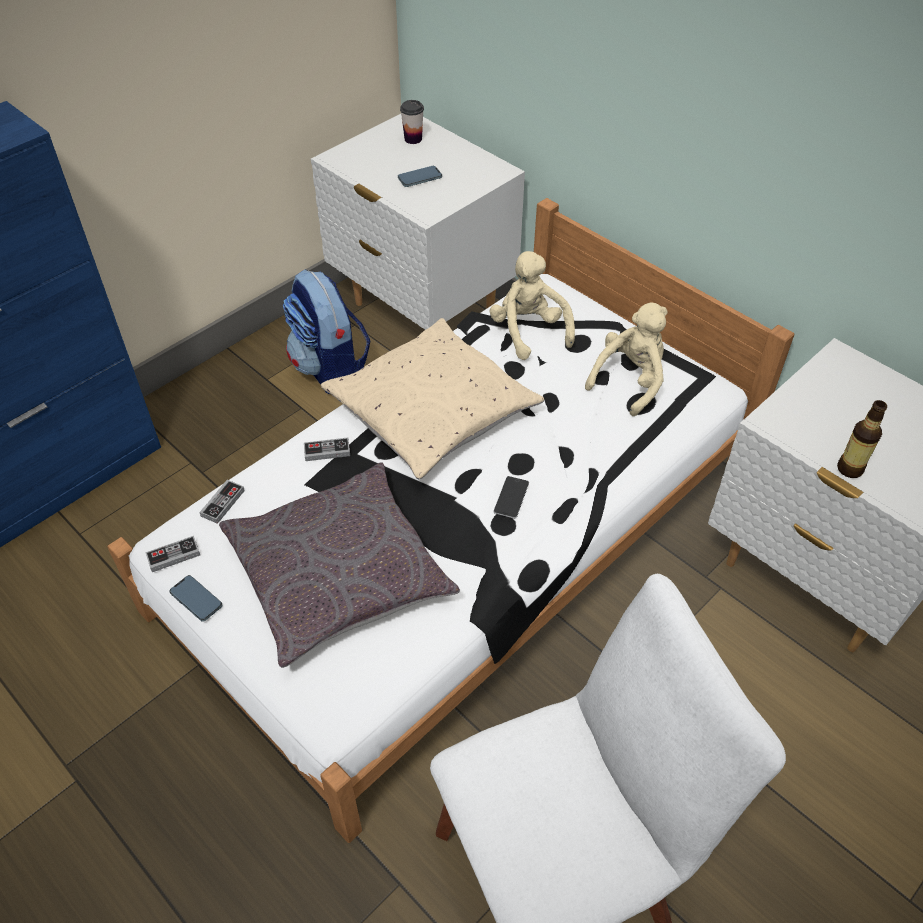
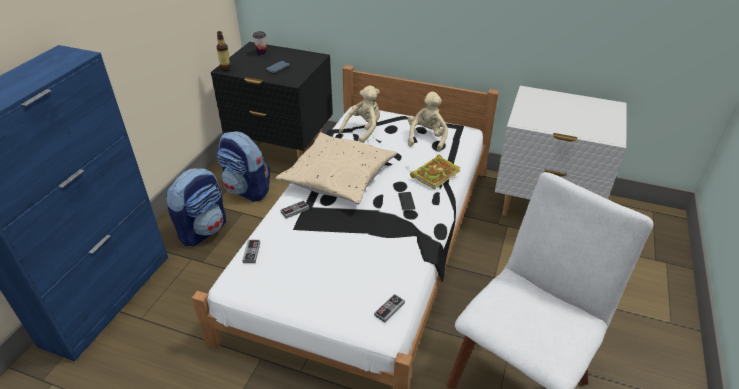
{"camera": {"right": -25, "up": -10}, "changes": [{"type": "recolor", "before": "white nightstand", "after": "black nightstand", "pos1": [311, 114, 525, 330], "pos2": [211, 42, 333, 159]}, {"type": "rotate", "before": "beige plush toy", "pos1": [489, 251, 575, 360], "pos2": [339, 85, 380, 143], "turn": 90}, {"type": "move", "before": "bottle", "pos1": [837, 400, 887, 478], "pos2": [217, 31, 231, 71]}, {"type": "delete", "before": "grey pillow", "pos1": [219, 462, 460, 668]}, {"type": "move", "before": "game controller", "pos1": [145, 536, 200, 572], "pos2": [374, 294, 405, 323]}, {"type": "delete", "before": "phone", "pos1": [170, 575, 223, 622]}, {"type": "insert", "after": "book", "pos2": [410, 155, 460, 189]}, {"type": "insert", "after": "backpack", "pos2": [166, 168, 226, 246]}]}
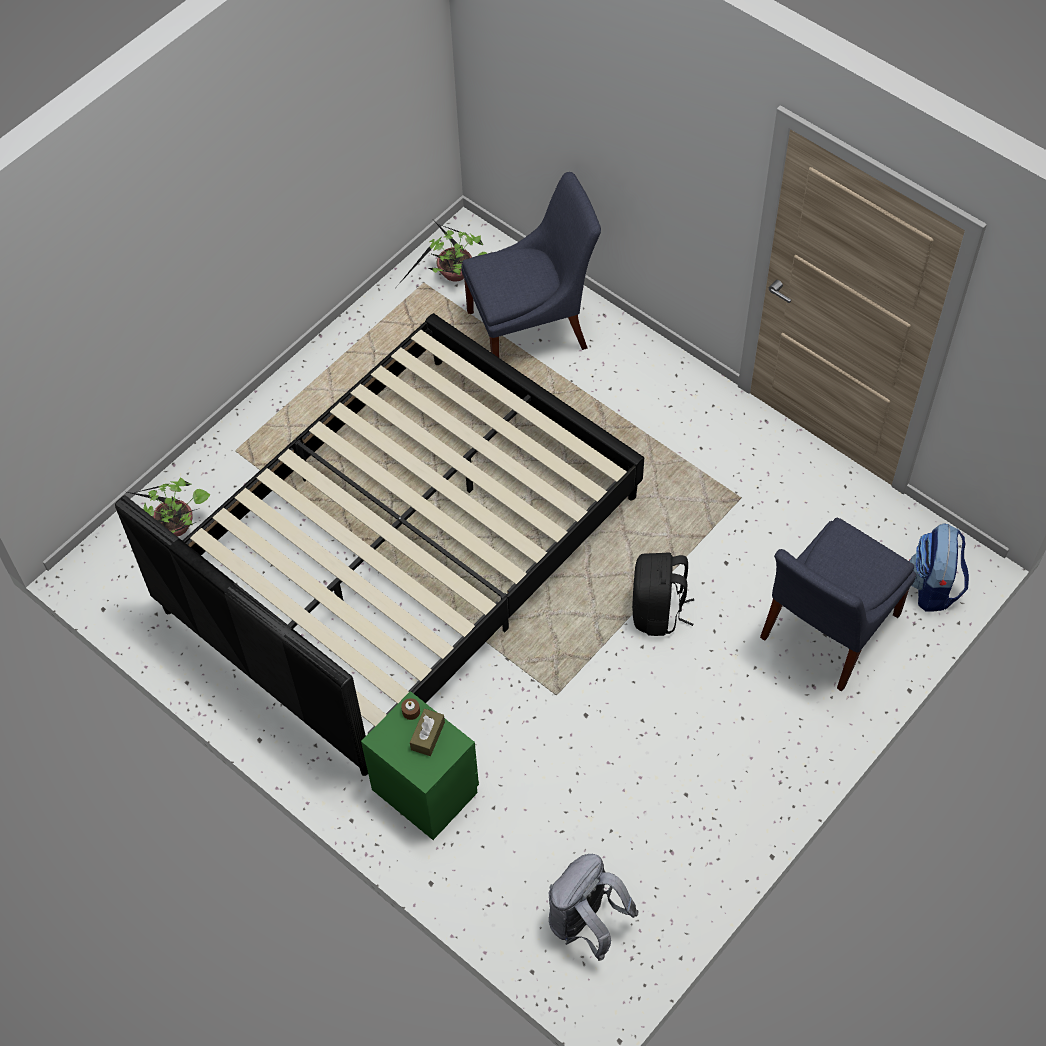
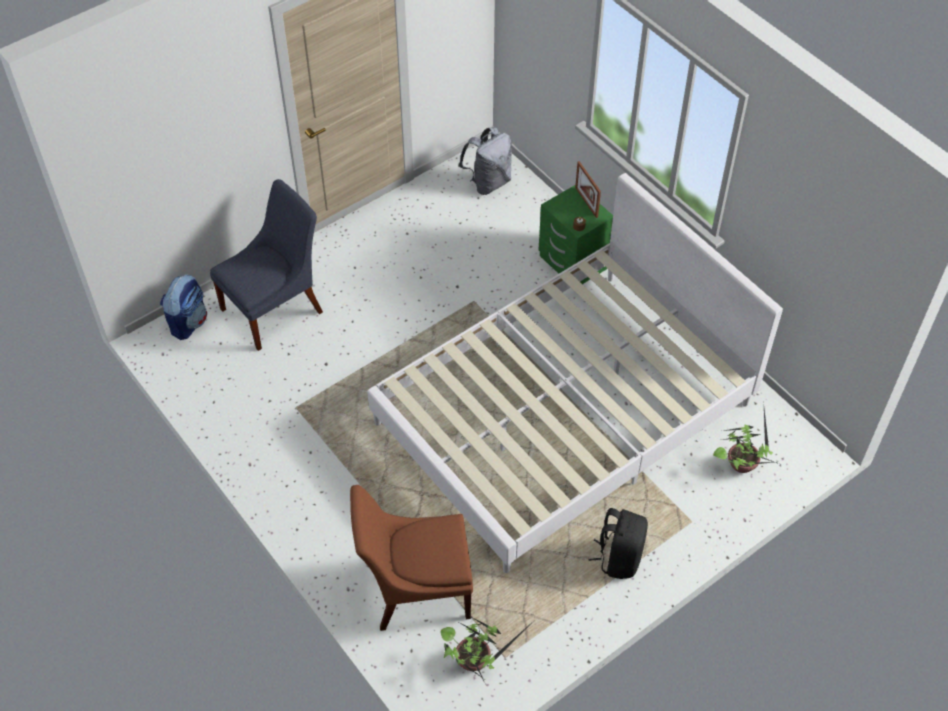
{"camera": {"right": -170, "up": -5}, "changes": [{"type": "recolor", "before": "blue chair", "after": "brown chair", "pos1": [461, 172, 601, 357], "pos2": [350, 485, 473, 631]}, {"type": "recolor", "before": "black bed", "after": "white bed", "pos1": [115, 313, 644, 776], "pos2": [367, 173, 783, 573]}, {"type": "move", "before": "black backpack", "pos1": [632, 552, 694, 636], "pos2": [589, 508, 648, 579]}, {"type": "delete", "before": "brown tissue box", "pos1": [410, 709, 445, 756]}, {"type": "insert", "after": "picture frame", "pos2": [575, 161, 601, 218]}]}
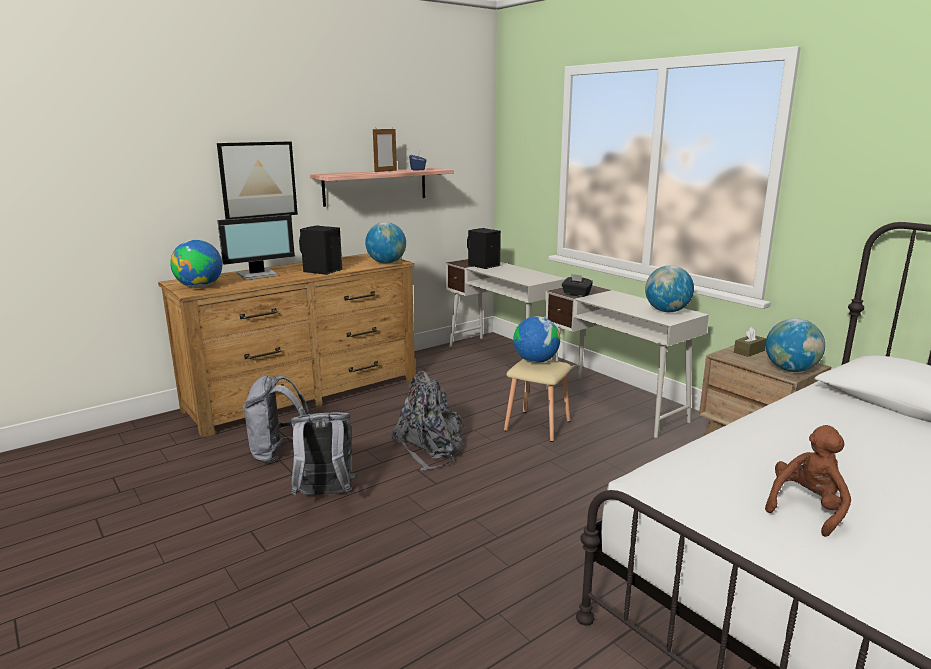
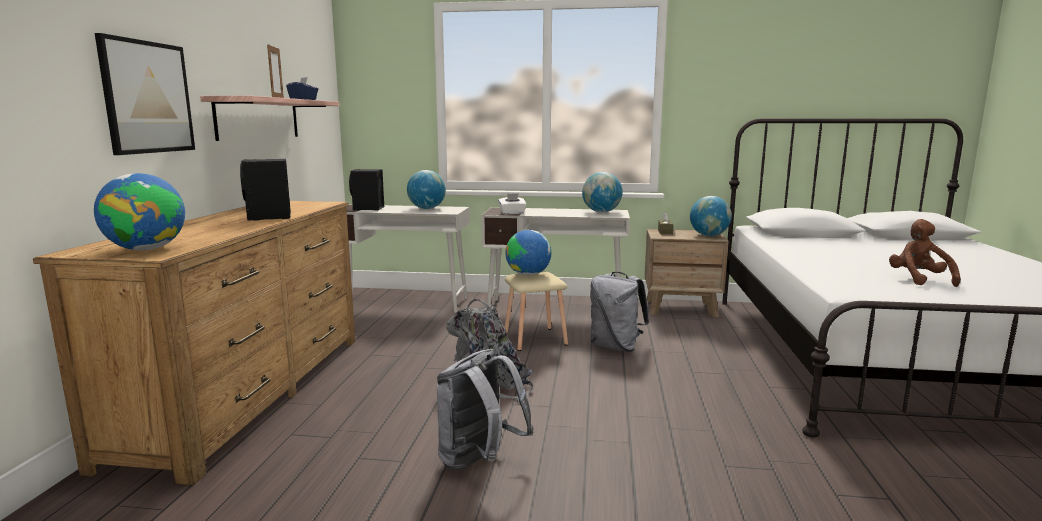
{"camera": {"right": -45, "up": -5}, "changes": [{"type": "delete", "before": "monitor", "pos1": [217, 214, 295, 280]}, {"type": "move", "before": "globe", "pos1": [365, 222, 406, 264], "pos2": [407, 170, 446, 209]}, {"type": "recolor", "before": "black tissue box", "after": "white tissue box", "pos1": [562, 274, 593, 297], "pos2": [498, 194, 527, 214]}, {"type": "move", "before": "grey backpack", "pos1": [243, 375, 309, 463], "pos2": [590, 272, 649, 352]}]}
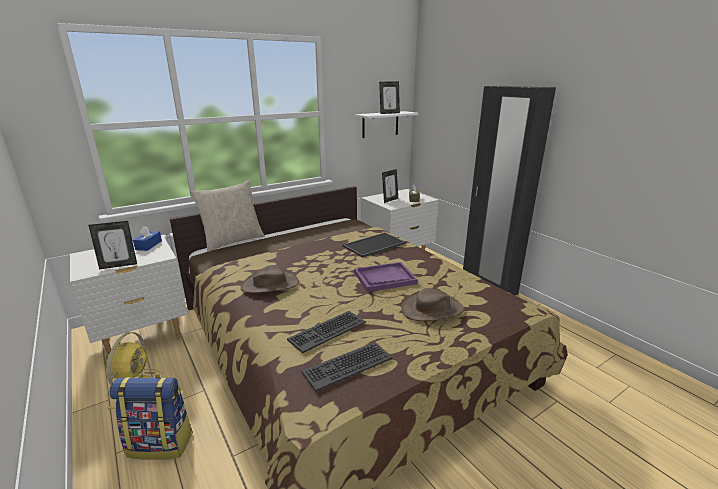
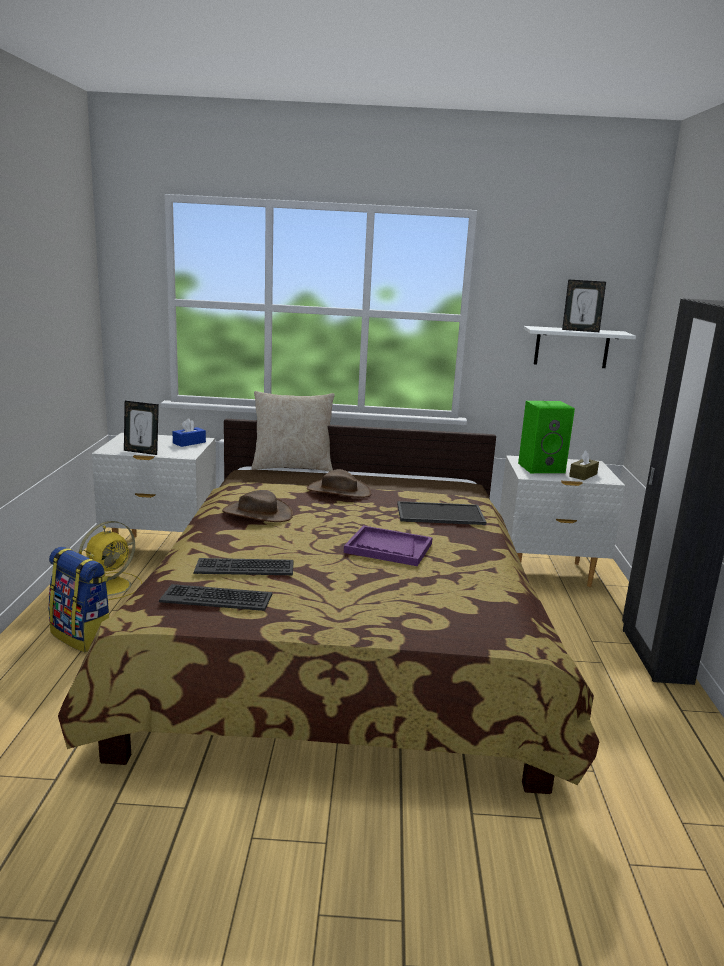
{"camera": {"right": 35, "up": -5}, "changes": [{"type": "replace", "before": "picture frame", "after": "green speaker", "pos1": [382, 169, 398, 203], "pos2": [518, 401, 575, 473]}, {"type": "move", "before": "brown hat", "pos1": [401, 288, 464, 321], "pos2": [307, 469, 372, 498]}]}
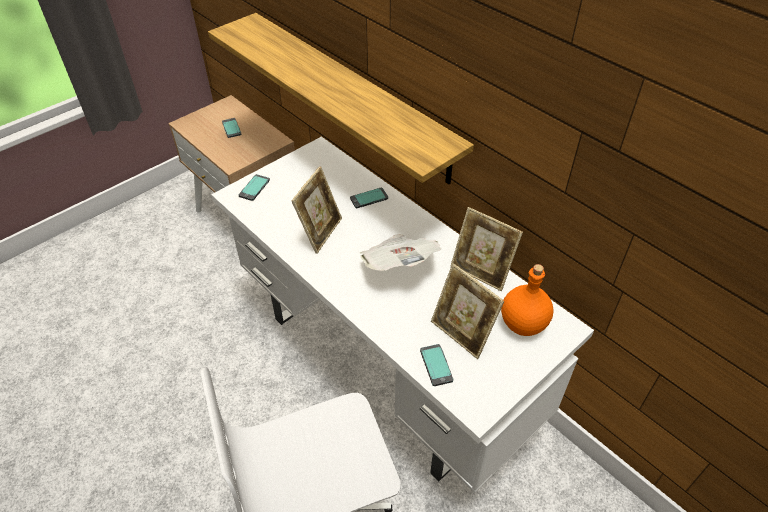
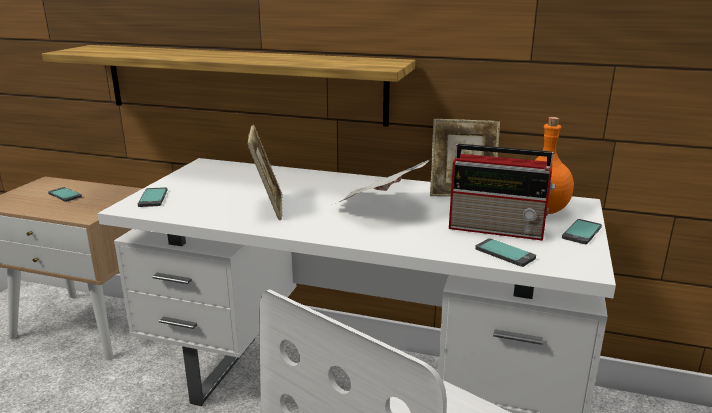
{"camera": {"right": -30, "up": -25}, "changes": [{"type": "move", "before": "phone", "pos1": [350, 187, 388, 208], "pos2": [562, 219, 602, 244]}, {"type": "replace", "before": "picture frame", "after": "radio", "pos1": [431, 263, 504, 359], "pos2": [449, 144, 555, 241]}]}
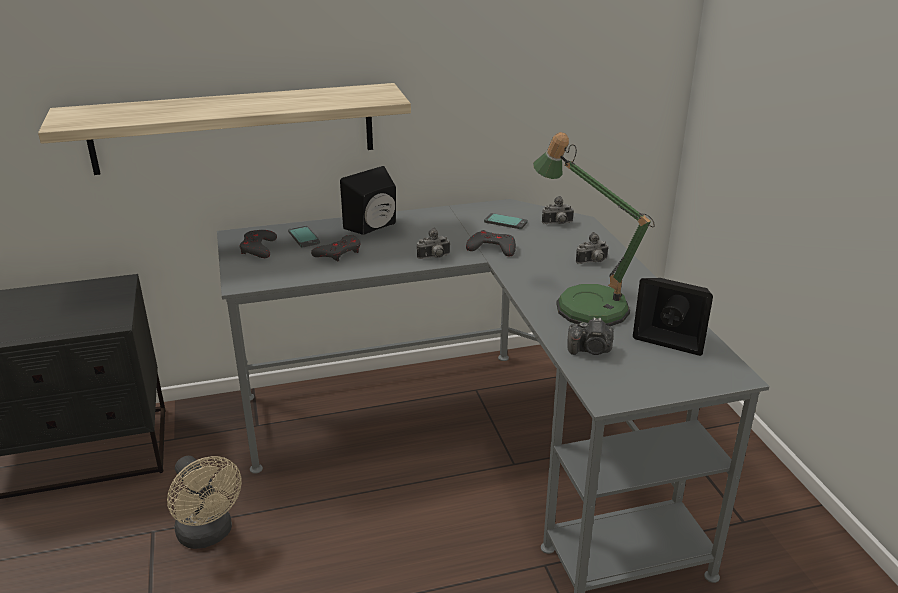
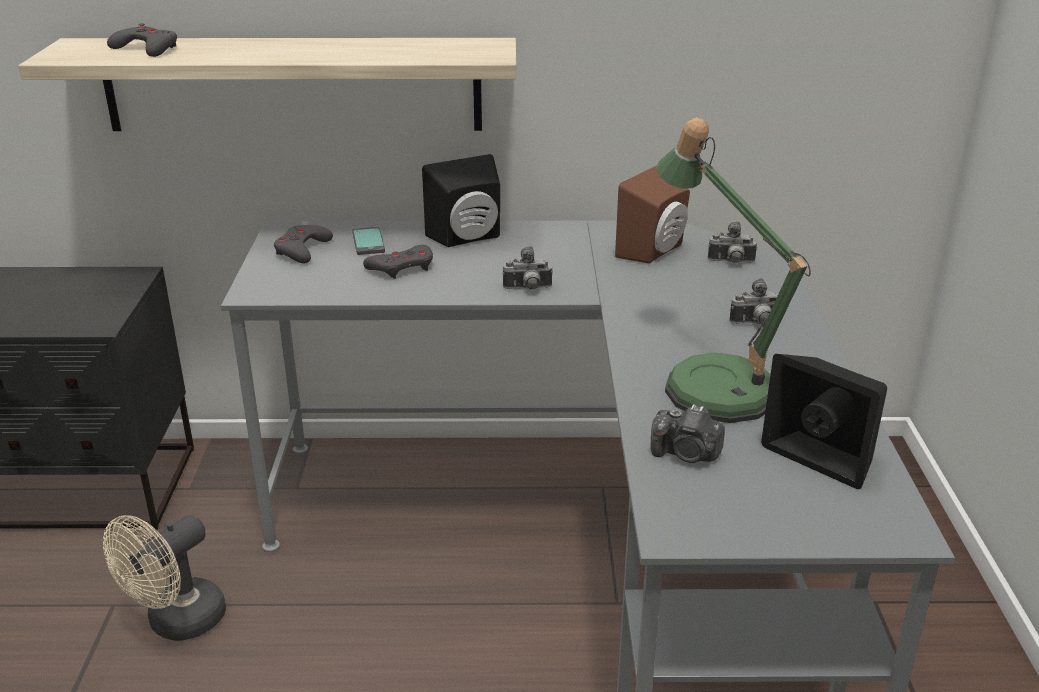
{"camera": {"right": 15, "up": 0}, "changes": [{"type": "replace", "before": "phone", "after": "brown speaker", "pos1": [484, 213, 528, 229], "pos2": [615, 166, 690, 264]}, {"type": "move", "before": "grey game controller", "pos1": [466, 230, 516, 256], "pos2": [107, 23, 177, 57]}, {"type": "rotate", "before": "beige fan", "pos1": [167, 456, 242, 549], "pos2": [103, 515, 226, 641], "turn": 60}]}
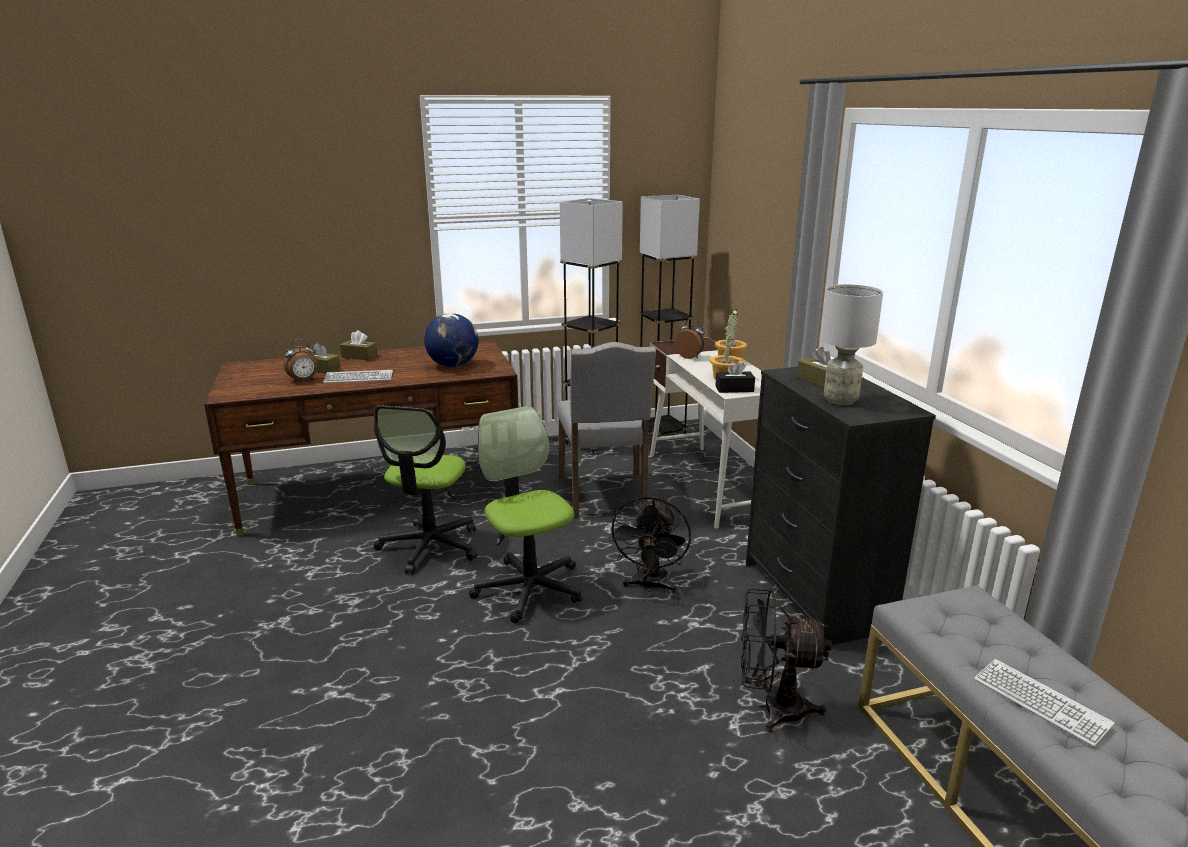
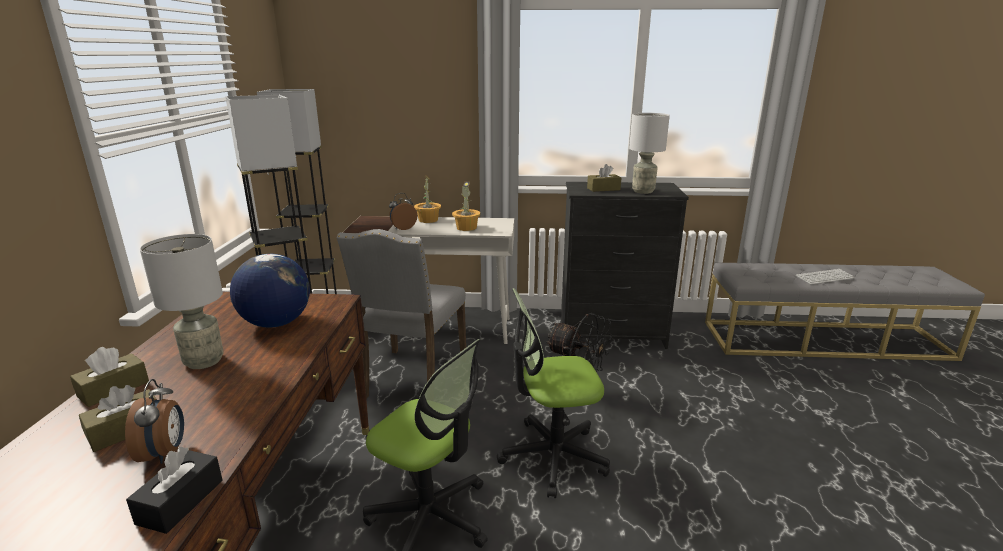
{"camera": {"right": -70, "up": 0}, "changes": [{"type": "rotate", "before": "grey chair", "pos1": [557, 342, 656, 519], "pos2": [337, 229, 466, 399], "turn": 90}, {"type": "move", "before": "black tissue box", "pos1": [715, 361, 755, 393], "pos2": [126, 447, 223, 534]}, {"type": "delete", "before": "keyboard", "pos1": [324, 370, 393, 383]}, {"type": "delete", "before": "black fan", "pos1": [741, 588, 832, 732]}, {"type": "insert", "after": "grey table lamp", "pos2": [140, 234, 224, 369]}]}
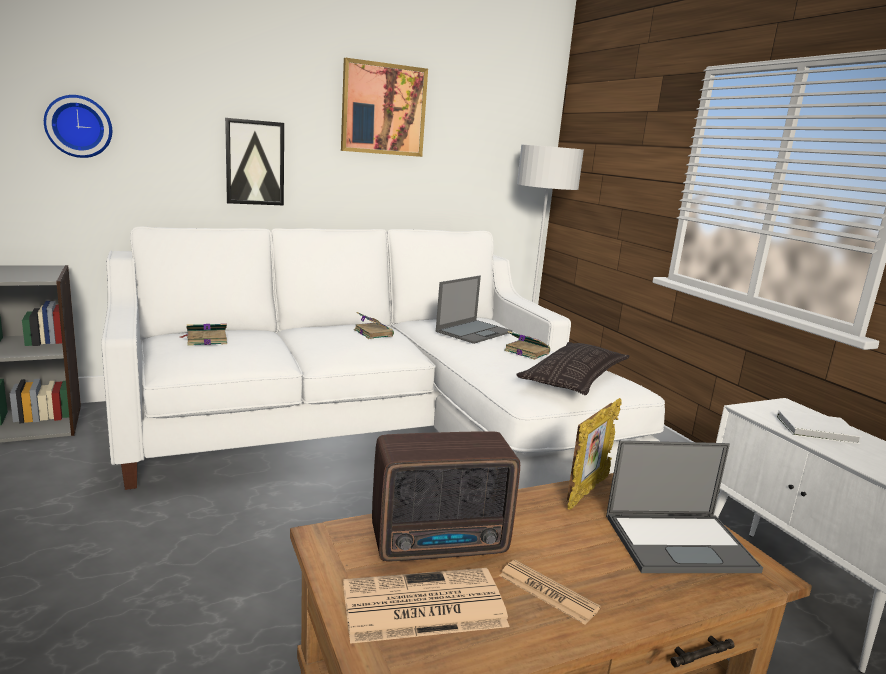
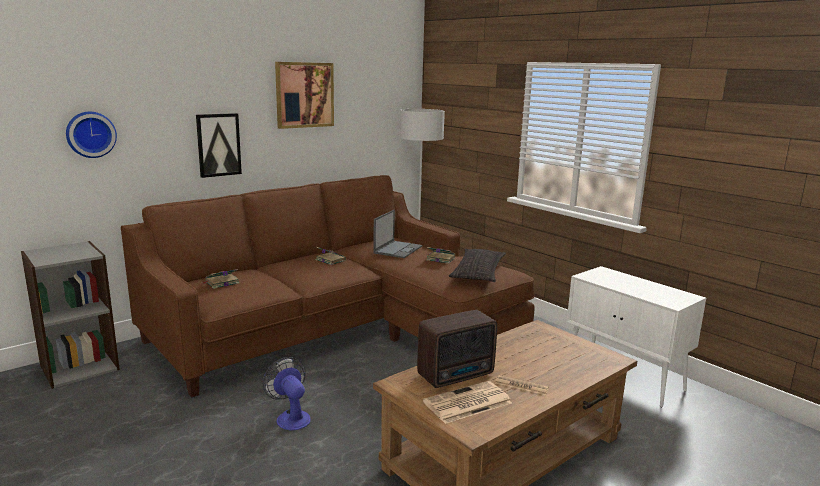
{"camera": {"right": -15, "up": 0}, "changes": [{"type": "recolor", "before": "white sofa", "after": "brown sofa", "pos1": [101, 226, 665, 490], "pos2": [121, 175, 535, 397]}, {"type": "delete", "before": "picture frame", "pos1": [567, 398, 622, 510]}, {"type": "delete", "before": "white book", "pos1": [777, 410, 862, 444]}, {"type": "delete", "before": "laptop", "pos1": [606, 440, 763, 573]}, {"type": "insert", "after": "fan", "pos2": [263, 357, 311, 431]}]}
